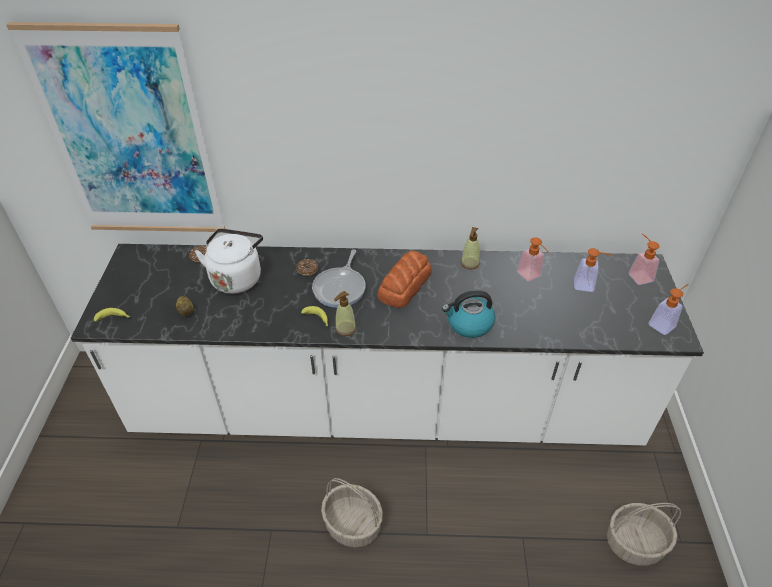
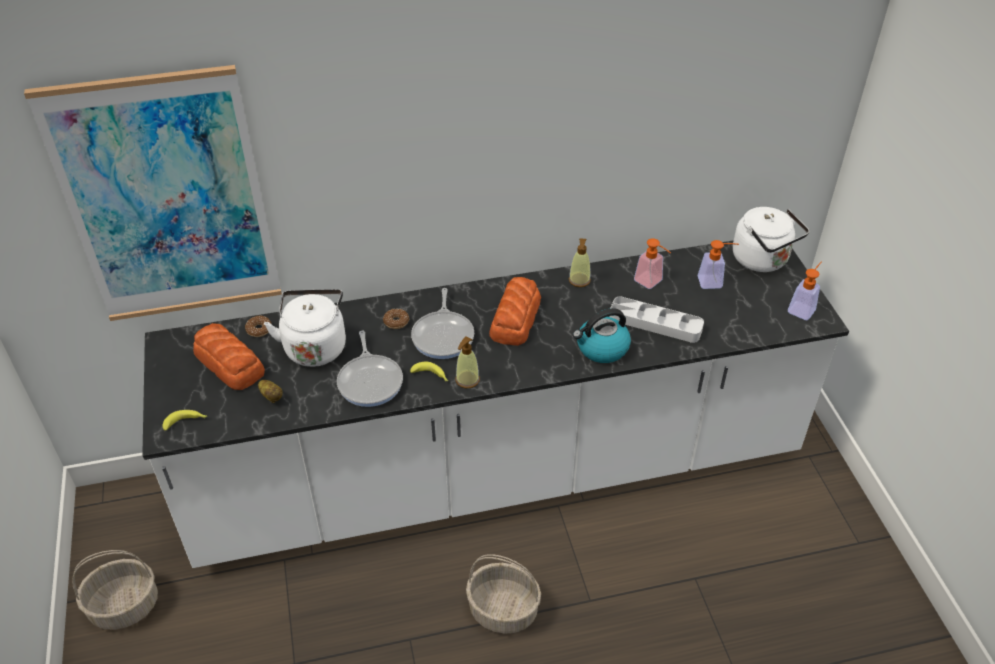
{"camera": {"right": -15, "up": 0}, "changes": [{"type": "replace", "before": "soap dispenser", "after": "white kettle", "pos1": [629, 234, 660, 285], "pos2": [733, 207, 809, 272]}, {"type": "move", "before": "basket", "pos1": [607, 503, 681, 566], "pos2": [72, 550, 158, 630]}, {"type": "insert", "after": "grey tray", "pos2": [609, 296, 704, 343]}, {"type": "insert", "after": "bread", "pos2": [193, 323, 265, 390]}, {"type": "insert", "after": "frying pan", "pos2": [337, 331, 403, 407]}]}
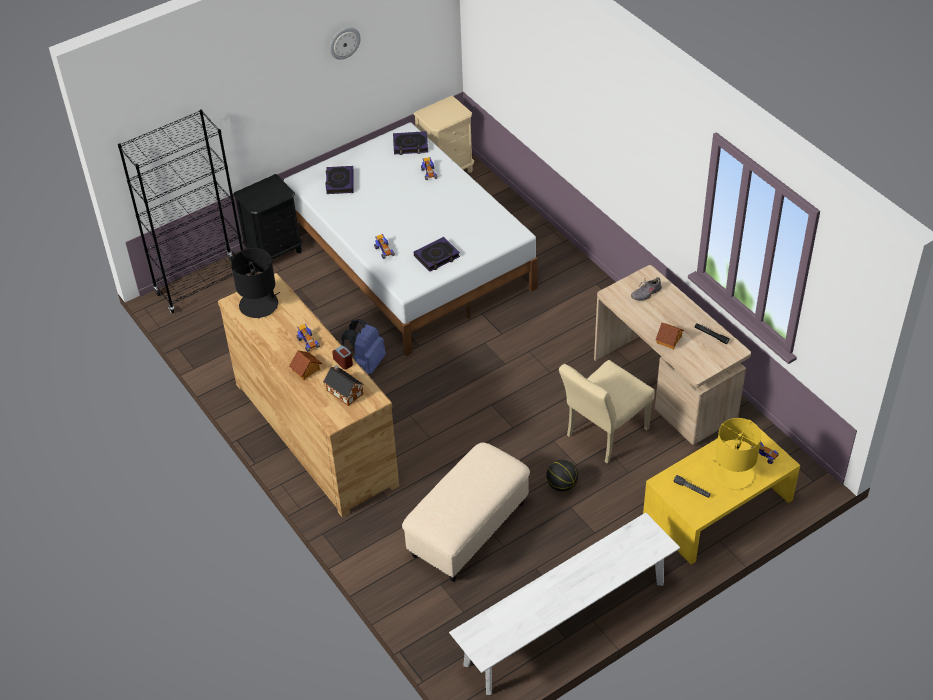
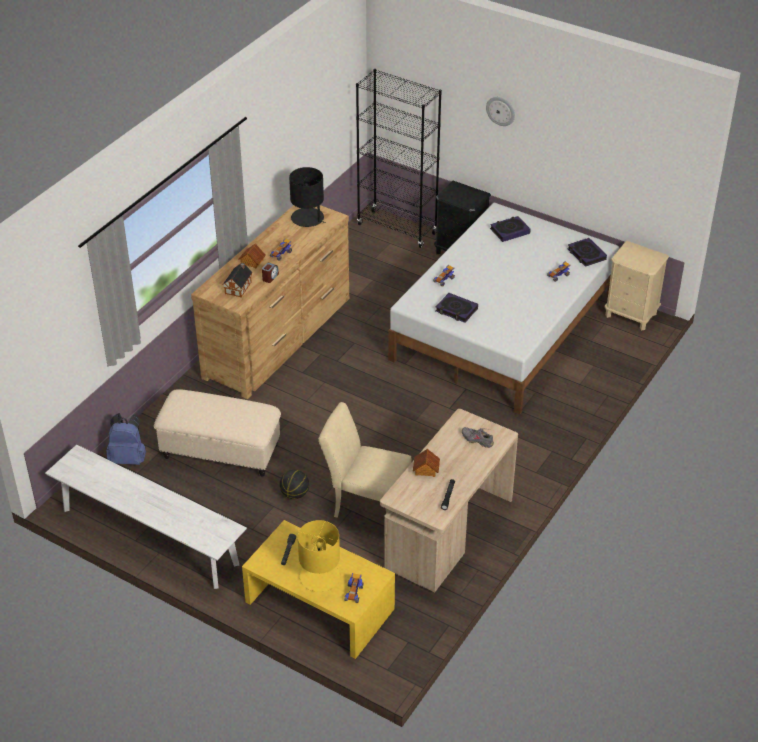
{"camera": {"right": 65, "up": -5}, "changes": [{"type": "move", "before": "wall clock", "pos1": [330, 27, 361, 60], "pos2": [486, 97, 515, 126]}, {"type": "move", "before": "blue backpack", "pos1": [341, 319, 386, 374], "pos2": [106, 413, 146, 465]}]}
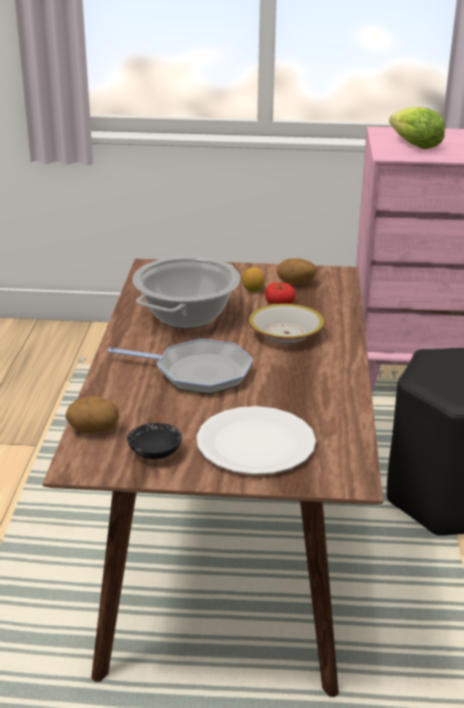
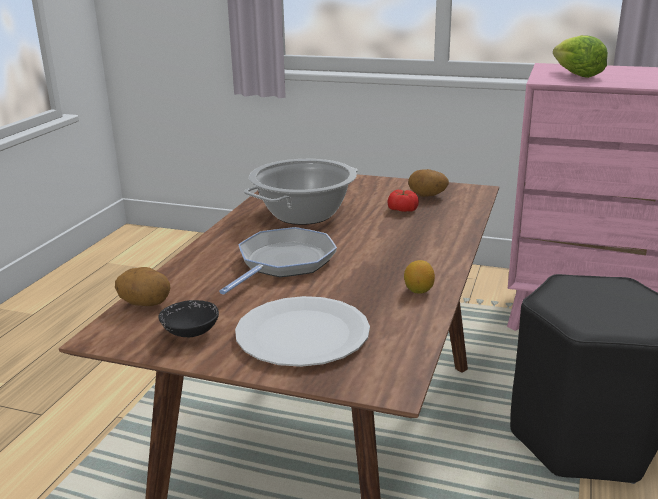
{"camera": {"right": 15, "up": -5}, "changes": [{"type": "move", "before": "lemon", "pos1": [242, 267, 265, 292], "pos2": [404, 260, 435, 294]}, {"type": "delete", "before": "bowl", "pos1": [249, 304, 324, 344]}, {"type": "rotate", "before": "frying pan", "pos1": [108, 339, 253, 394], "pos2": [219, 227, 337, 294], "turn": -90}]}
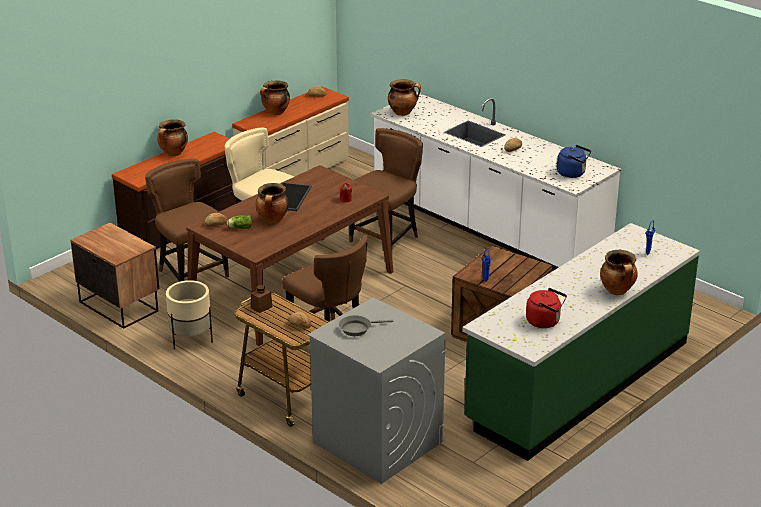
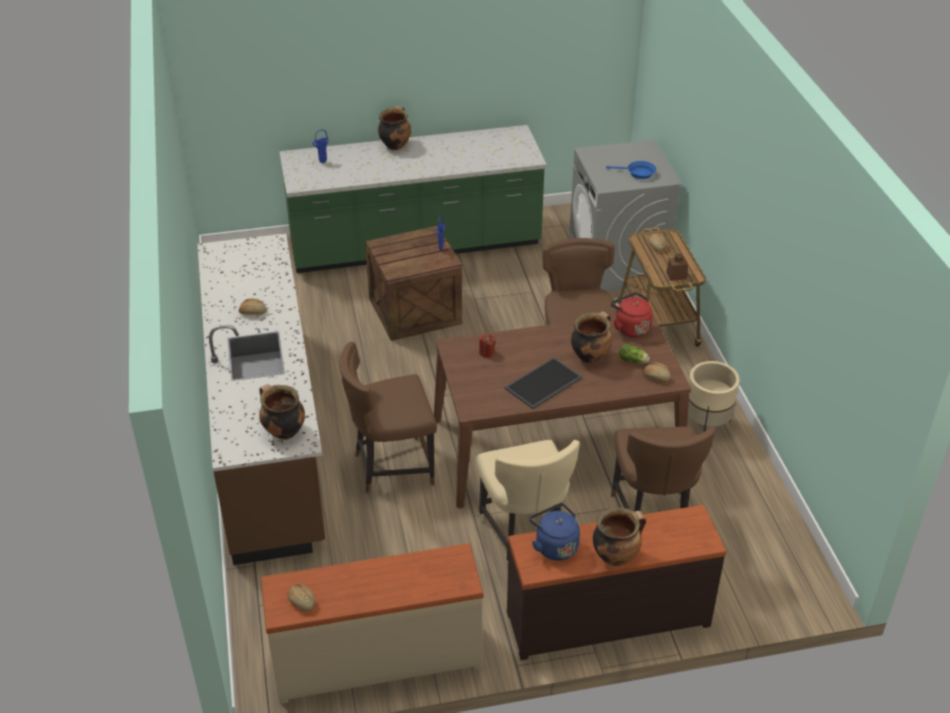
{"camera": {"right": -145, "up": 10}, "changes": [{"type": "delete", "before": "cooking pot", "pos1": [260, 80, 290, 115]}, {"type": "recolor", "before": "white counter", "after": "brown counter", "pos1": [370, 93, 621, 270], "pos2": [198, 233, 325, 565]}, {"type": "move", "before": "blue kettle", "pos1": [557, 145, 591, 178], "pos2": [529, 503, 580, 561]}, {"type": "delete", "before": "nightstand", "pos1": [70, 223, 159, 329]}, {"type": "move", "before": "red kettle", "pos1": [526, 288, 567, 328], "pos2": [610, 292, 653, 338]}, {"type": "recolor", "before": "grey frying pan", "after": "blue frying pan", "pos1": [339, 315, 393, 336], "pos2": [606, 161, 656, 179]}]}
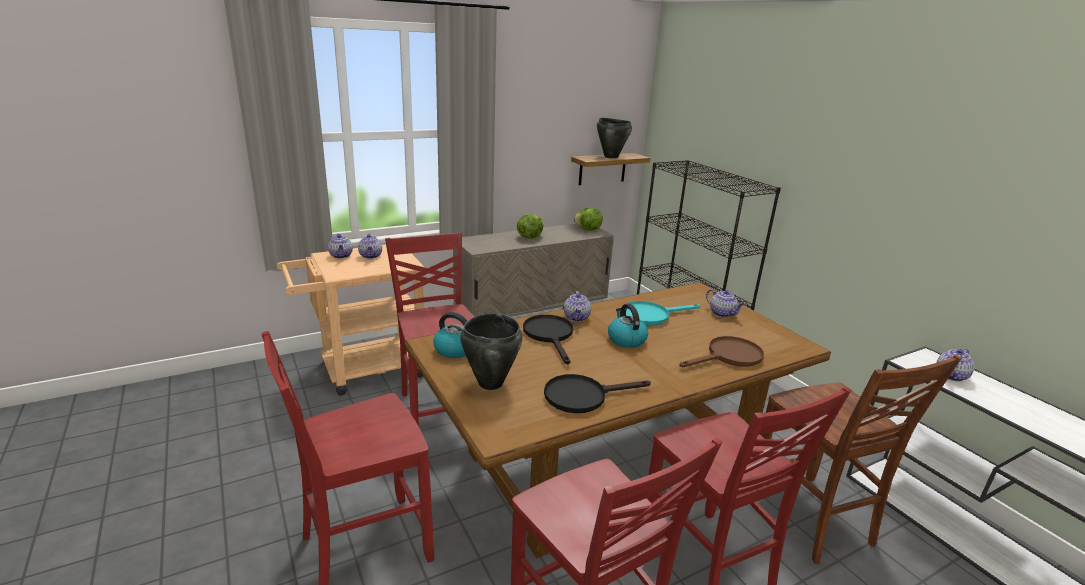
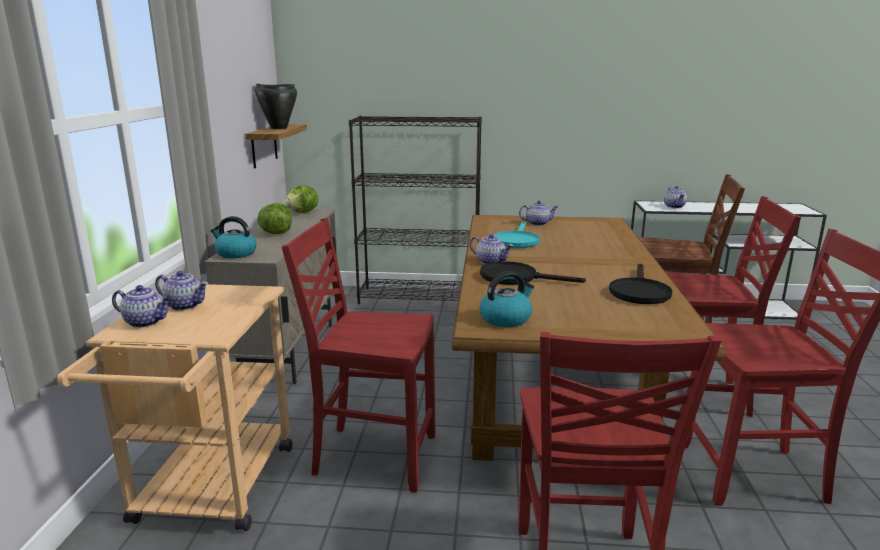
{"camera": {"right": -55, "up": -5}, "changes": [{"type": "move", "before": "kettle", "pos1": [608, 304, 648, 348], "pos2": [211, 216, 257, 258]}, {"type": "delete", "before": "black cooking pot", "pos1": [460, 313, 522, 390]}, {"type": "delete", "before": "brown frying pan", "pos1": [680, 336, 764, 367]}]}
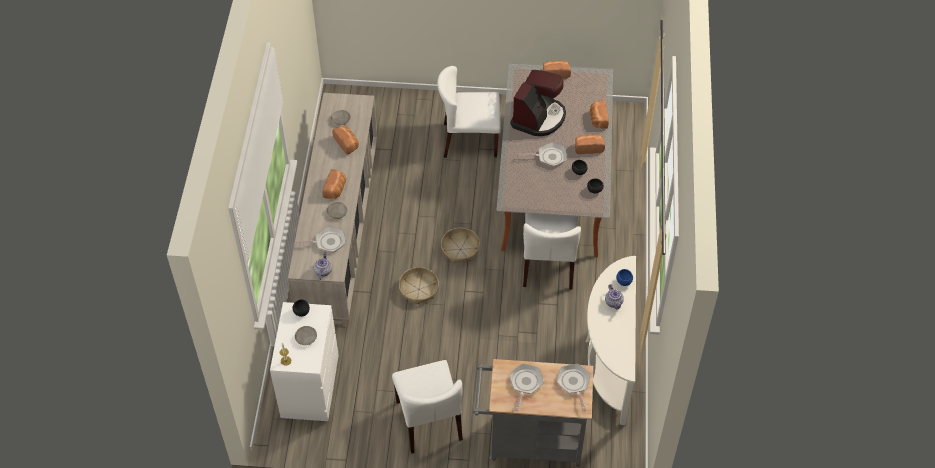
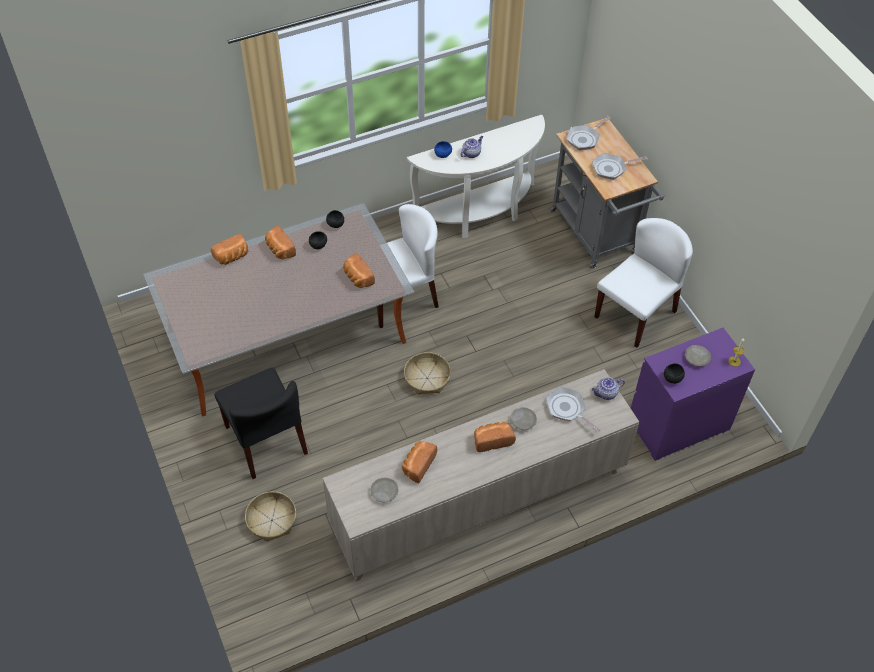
{"camera": {"right": -120, "up": 0}, "changes": [{"type": "move", "before": "bread", "pos1": [543, 61, 571, 79], "pos2": [343, 253, 375, 288]}, {"type": "recolor", "before": "white chair", "after": "black chair", "pos1": [437, 66, 501, 158], "pos2": [214, 368, 308, 479]}, {"type": "delete", "before": "coffee machine", "pos1": [510, 70, 566, 136]}, {"type": "delete", "before": "frying pan", "pos1": [518, 142, 567, 167]}, {"type": "move", "before": "basket", "pos1": [399, 267, 439, 305], "pos2": [245, 492, 296, 542]}, {"type": "recolor", "before": "white dresser", "after": "purple dresser", "pos1": [270, 302, 339, 422], "pos2": [631, 328, 755, 461]}]}
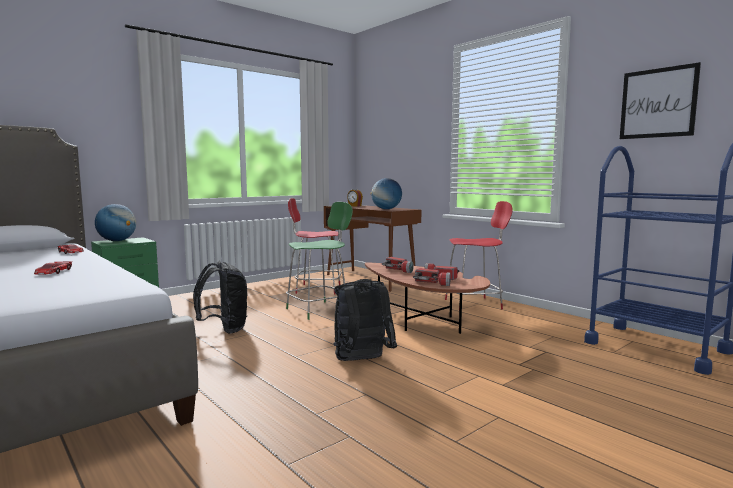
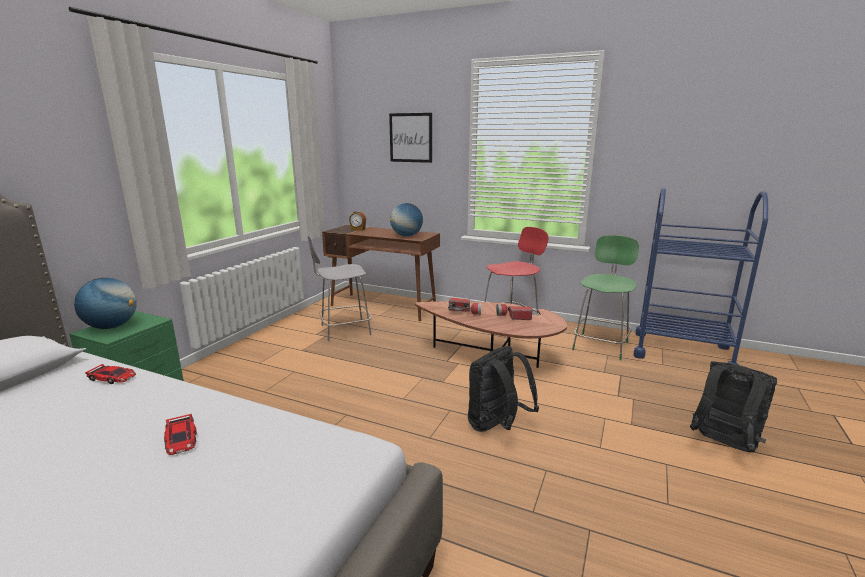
{"camera": {"right": -25, "up": 10}, "changes": [{"type": "move", "before": "picture", "pos1": [620, 62, 701, 139], "pos2": [389, 113, 432, 163]}, {"type": "recolor", "before": "red chair", "after": "grey chair", "pos1": [288, 198, 342, 295], "pos2": [308, 234, 372, 341]}, {"type": "move", "before": "green chair", "pos1": [286, 202, 353, 320], "pos2": [572, 235, 639, 360]}, {"type": "move", "before": "black backpack", "pos1": [193, 261, 248, 334], "pos2": [690, 361, 777, 452]}, {"type": "delete", "before": "flashlight", "pos1": [413, 268, 451, 286]}]}
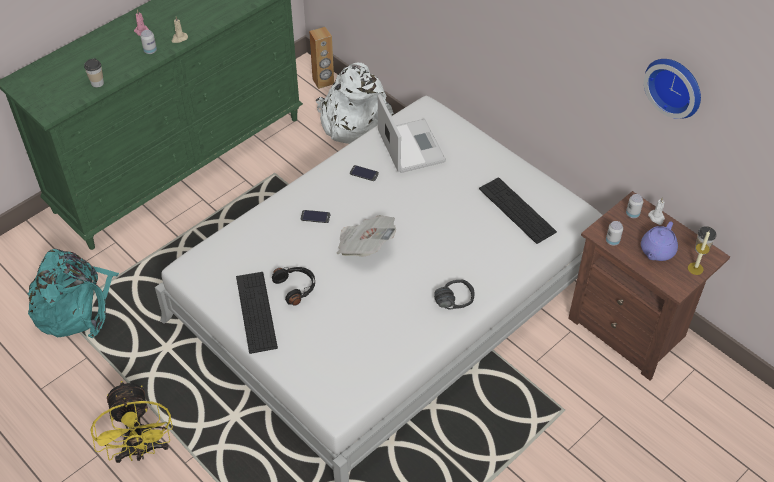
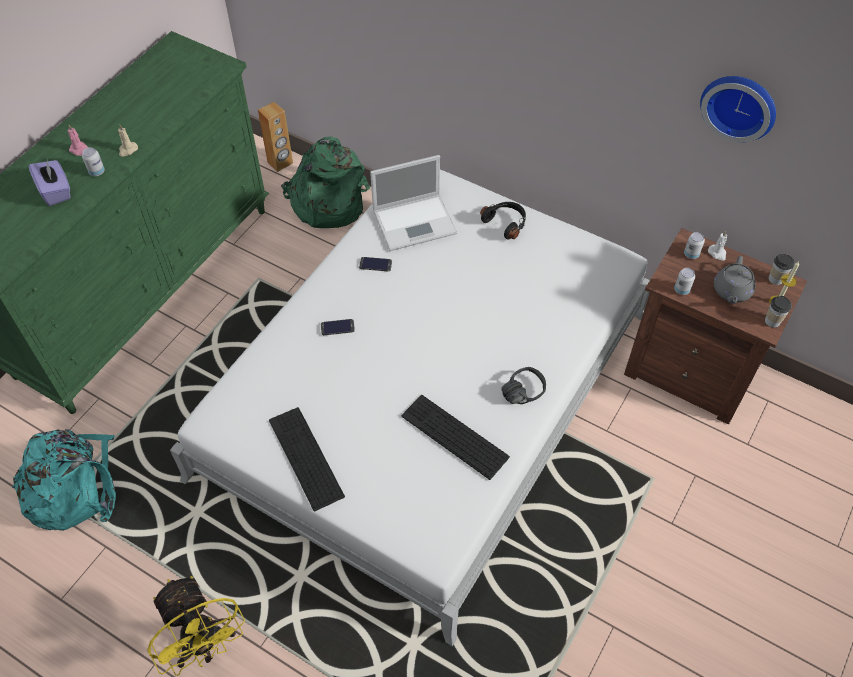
{"camera": {"right": -15, "up": 5}, "changes": [{"type": "move", "before": "cup", "pos1": [84, 58, 104, 87], "pos2": [765, 296, 792, 328]}, {"type": "recolor", "before": "white backpack", "after": "green backpack", "pos1": [316, 63, 394, 144], "pos2": [281, 136, 370, 228]}, {"type": "rotate", "before": "laptop", "pos1": [378, 94, 446, 173], "pos2": [370, 155, 457, 251], "turn": 105}, {"type": "move", "before": "keyboard", "pos1": [479, 177, 557, 244], "pos2": [402, 395, 510, 480]}, {"type": "delete", "before": "newspaper", "pos1": [337, 215, 396, 257]}, {"type": "recolor", "before": "purple teapot", "after": "grey teapot", "pos1": [641, 221, 678, 261], "pos2": [714, 256, 756, 304]}, {"type": "move", "before": "black headphones", "pos1": [272, 267, 315, 306], "pos2": [480, 202, 526, 240]}, {"type": "insert", "after": "purple tissue box", "pos2": [29, 160, 71, 206]}]}
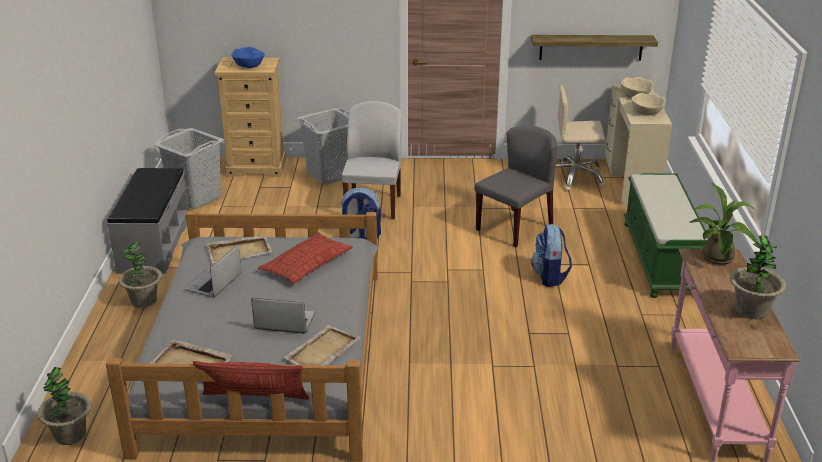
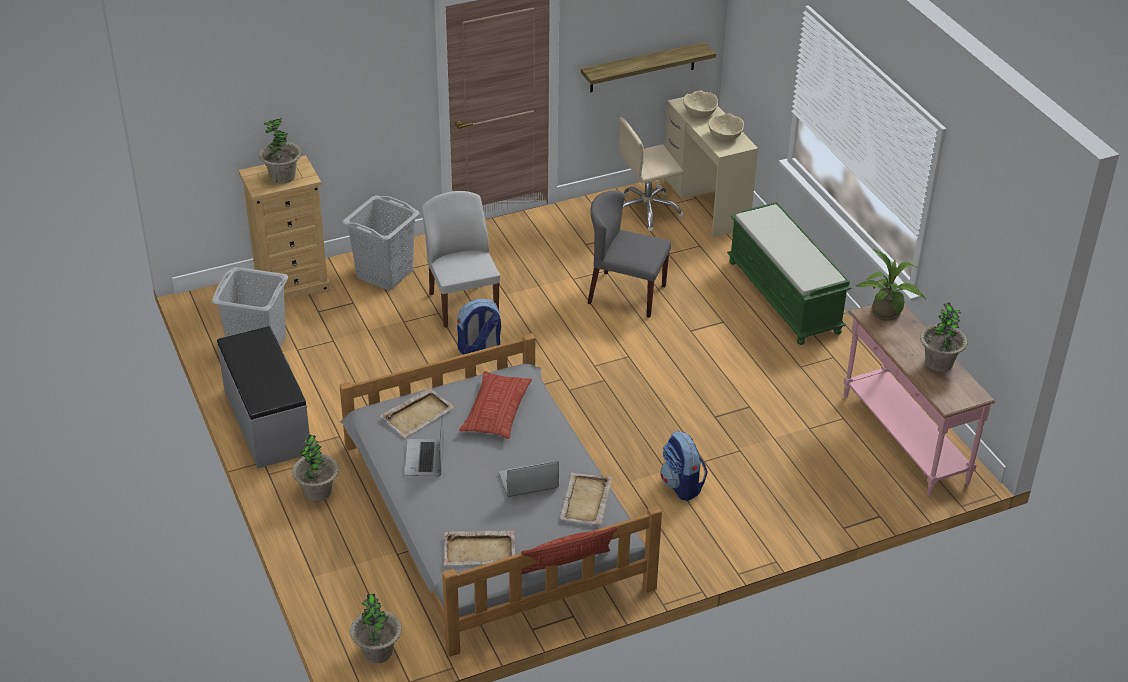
{"camera": {"right": -25, "up": 10}, "changes": [{"type": "replace", "before": "blue bowl", "after": "potted plant", "pos1": [231, 47, 265, 68], "pos2": [259, 118, 302, 184]}, {"type": "rotate", "before": "grey chair", "pos1": [474, 126, 557, 247], "pos2": [587, 190, 671, 318], "turn": -90}, {"type": "move", "before": "backpack", "pos1": [531, 224, 572, 287], "pos2": [660, 430, 708, 501]}]}
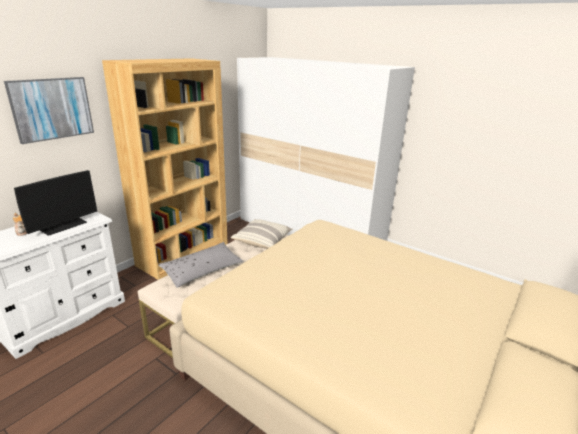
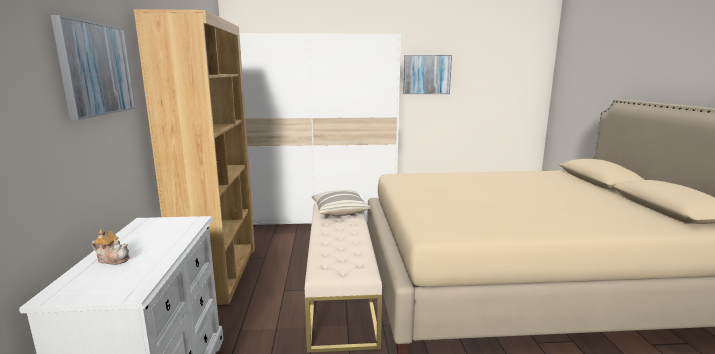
{"camera": {"right": -40, "up": -10}, "changes": [{"type": "delete", "before": "monitor", "pos1": [14, 170, 97, 236]}, {"type": "delete", "before": "grey pillow", "pos1": [158, 242, 244, 288]}, {"type": "insert", "after": "picture", "pos2": [403, 55, 452, 94]}]}
